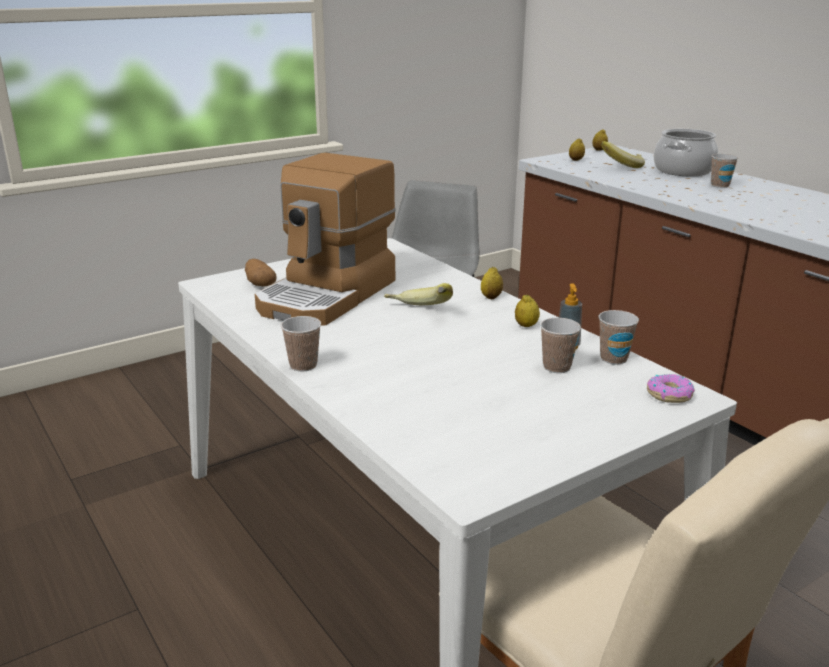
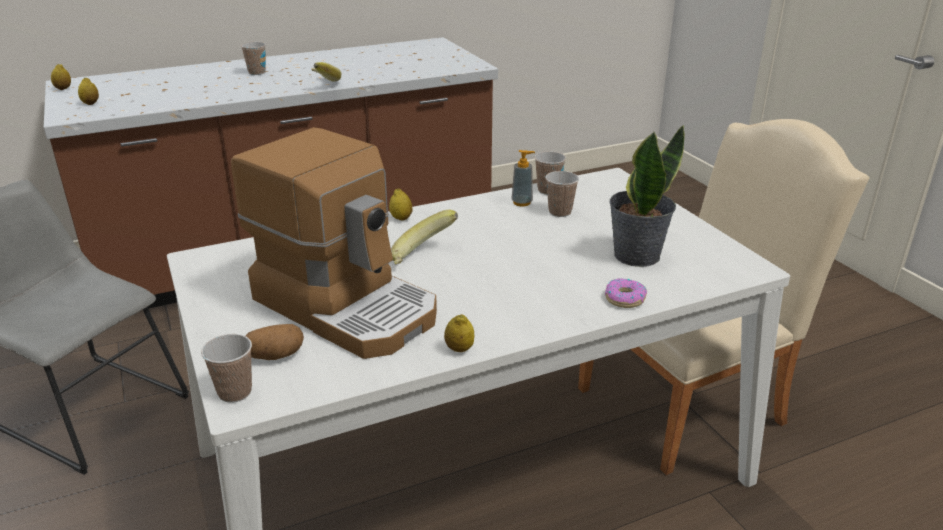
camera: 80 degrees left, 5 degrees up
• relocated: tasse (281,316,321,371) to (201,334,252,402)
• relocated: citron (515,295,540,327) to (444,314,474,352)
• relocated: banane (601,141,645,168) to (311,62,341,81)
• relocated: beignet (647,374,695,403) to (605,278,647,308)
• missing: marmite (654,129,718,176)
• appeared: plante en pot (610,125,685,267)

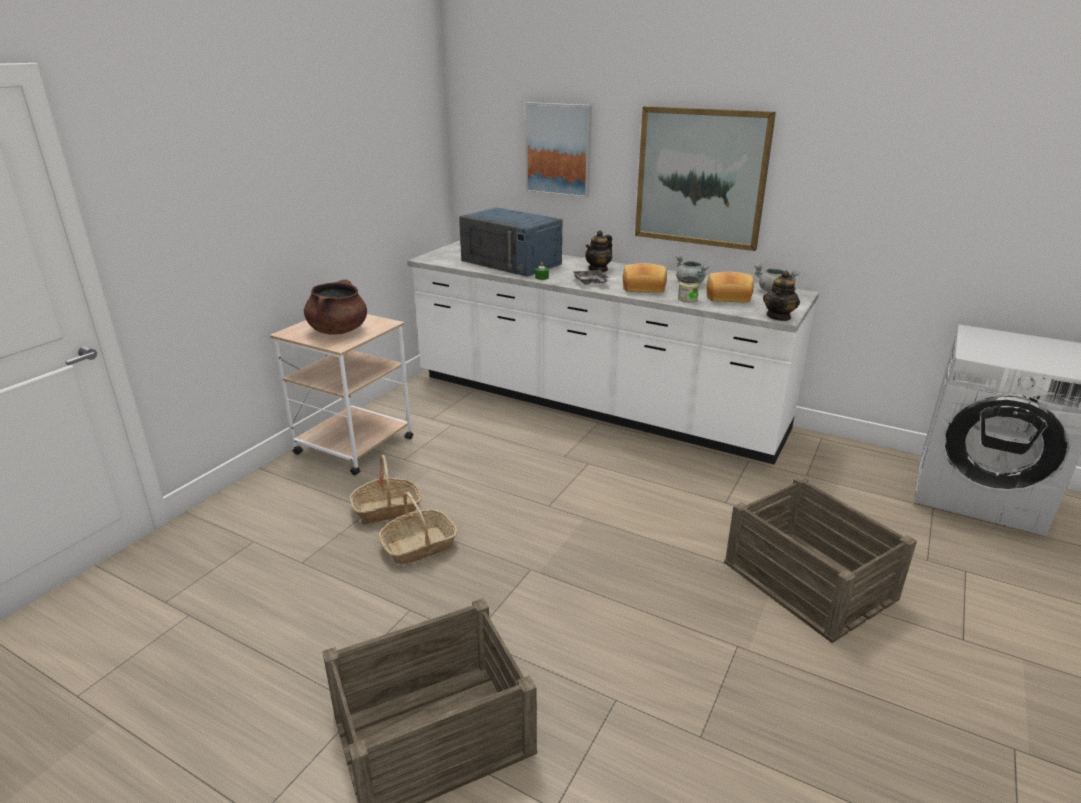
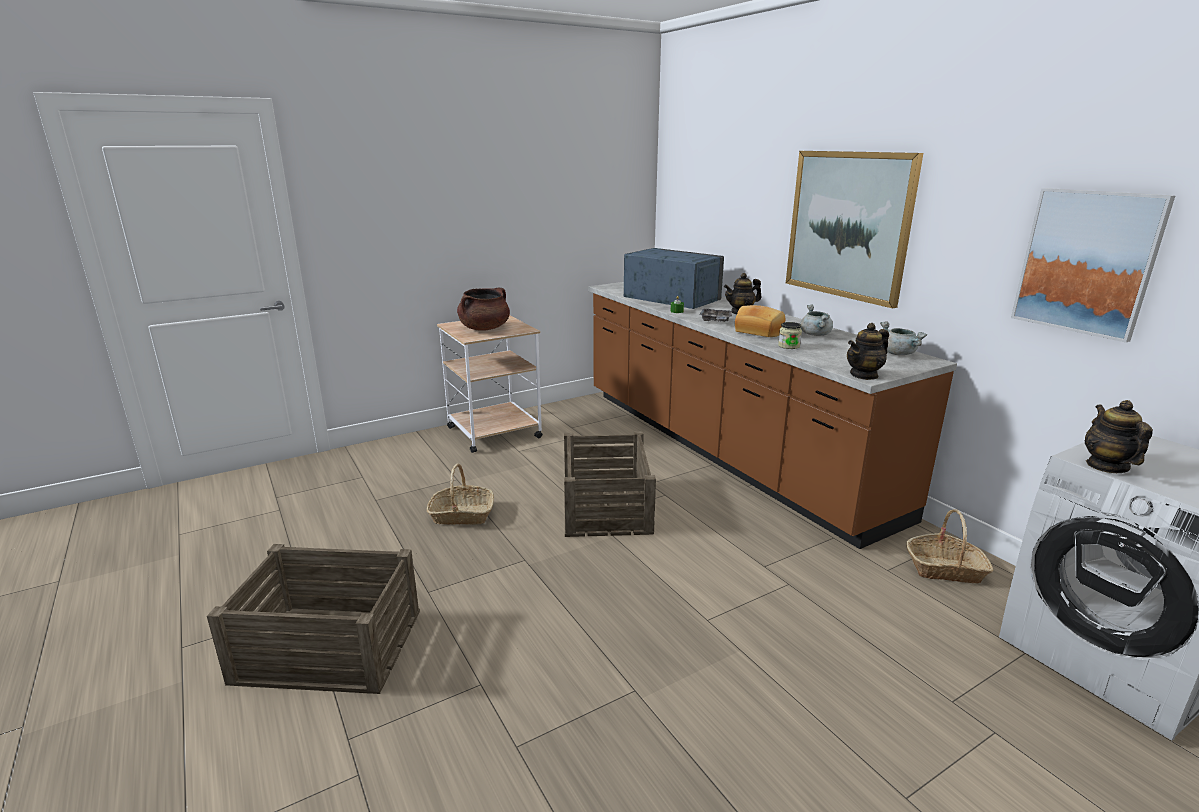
camera: 30 degrees right, 5 degrees down
• relocated: panier (350,455,422,524) to (906,509,993,584)
• colour: comptoir de cuisine (blanc) (407,241,819,465) to comptoir de cuisine (marron) (588,282,957,549)
• spun: micro-ondes (bleu) (459,207,562,277) = (624,248,724,309) 150 degrees clockwise
• relocated: tableau (525,102,592,198) to (1011,188,1175,343)
• missing: pain (706,271,754,303)
• relocated: caisse (724,476,917,643) to (564,431,656,537)
• appeared: théière (1085,400,1153,473)

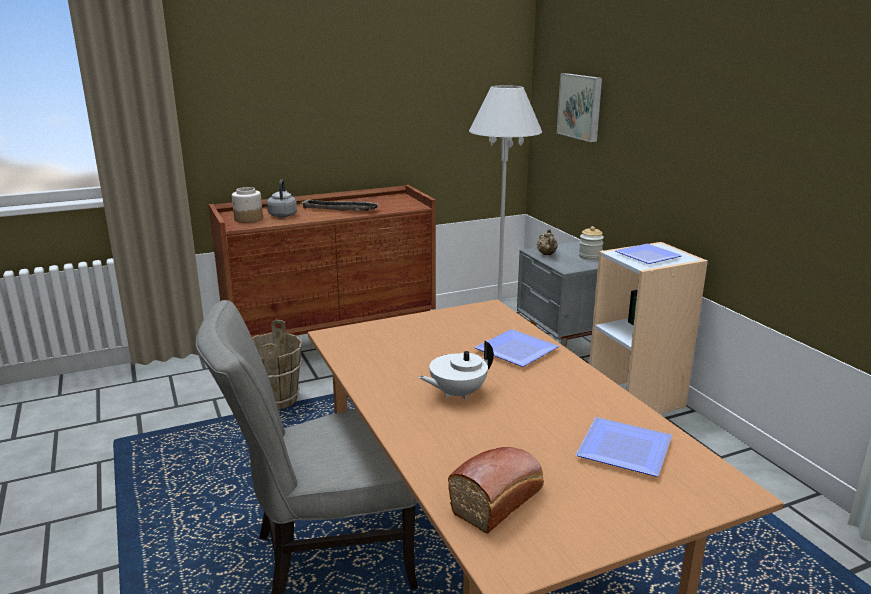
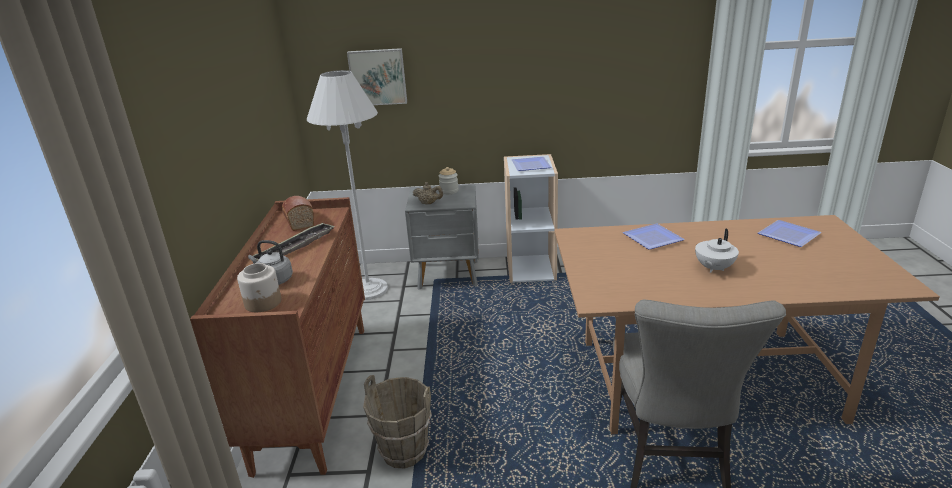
camera: 65 degrees left, 5 degrees up
• spun: théière (blanc) (418,340,494,400) = (695,228,739,273) 45 degrees clockwise
• relocated: pain (448,447,544,534) to (282,196,314,231)

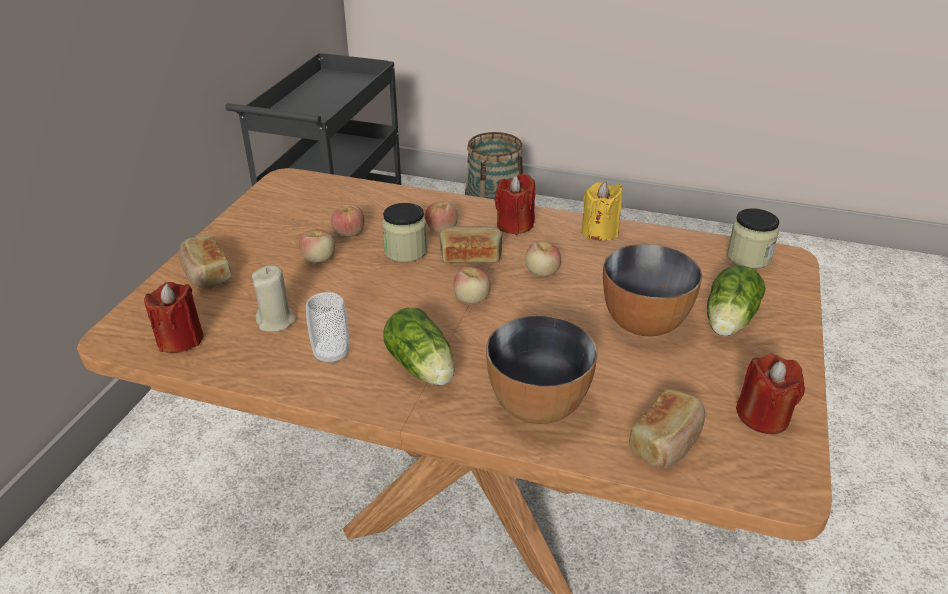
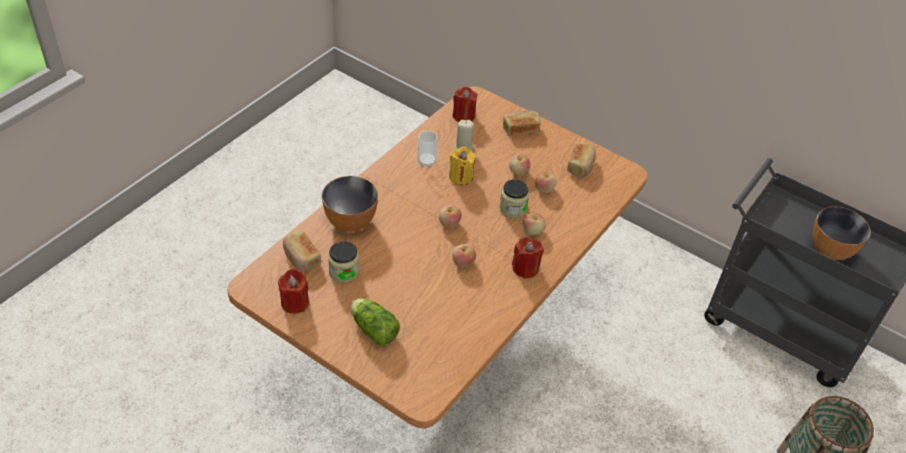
camera: 105 degrees right, 10 degrees up
• missing: laitue (383,308,455,385)
• relocated: pain (440,226,502,263) to (567,142,596,177)
• relocated: bougie (jaune) (581,182,622,241) to (449,147,476,185)
• relocated: bol (603,244,703,337) to (812,207,871,260)
• relocated: bocal (727,208,779,269) to (328,241,359,283)

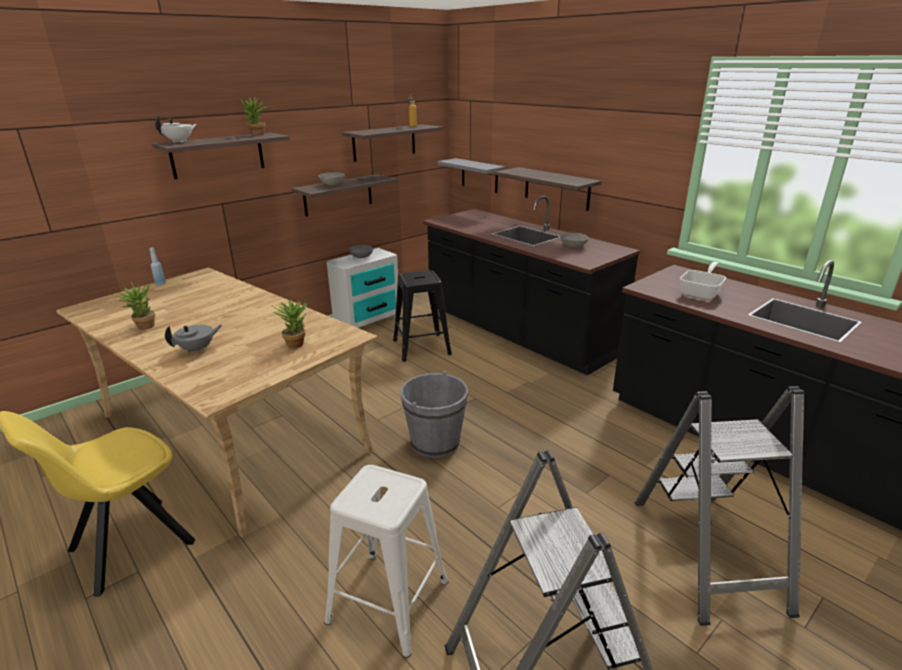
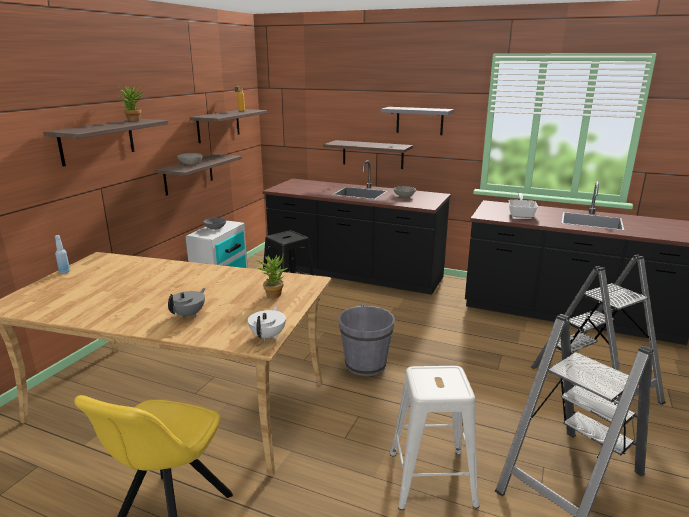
camera: 25 degrees left, 5 degrees down
• missing: plante en pot (113,282,155,330)
• relocated: théière (blanc) (155,116,197,143) to (248,306,286,341)
• relocated: étagère (gris) (437,158,505,193) to (380,107,454,135)

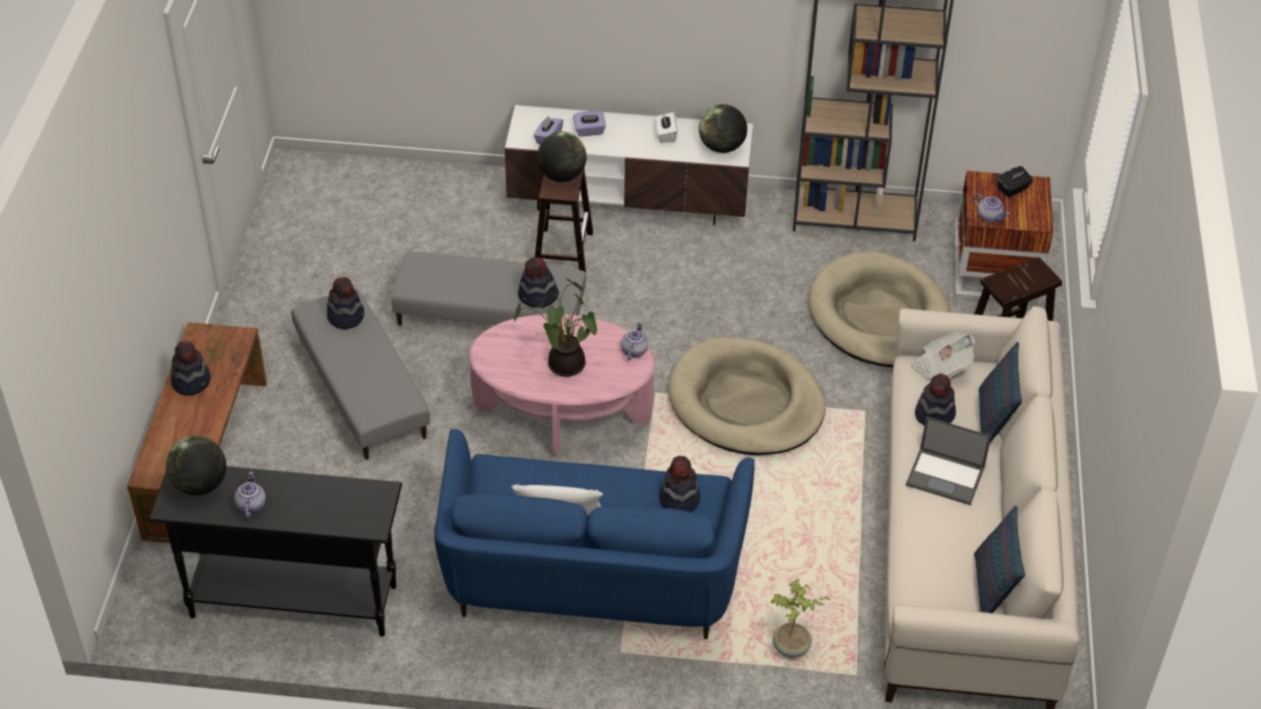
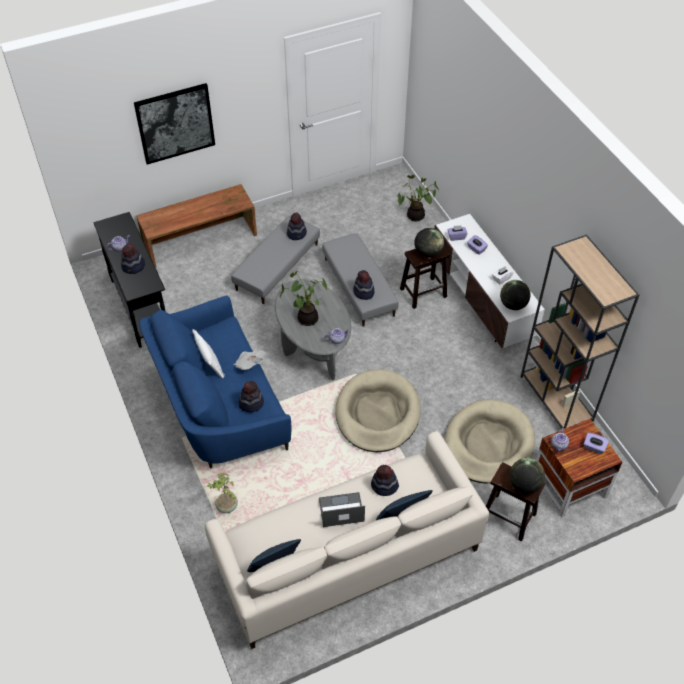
camera: 60 degrees right, 5 degrees up
• relocated: globe (166,435,226,495) to (510,457,545,494)
• relocated: chapeau (171,341,211,395) to (121,244,145,274)
• colour: table basse (rose) (469,314,655,456) to table basse (gris) (275,279,351,380)
• spun: ordinateur portable (906,416,991,505) = (319,492,365,527) 90 degrees clockwise
• relocated: journal (912,330,975,379) to (234,350,266,370)
• colour: boîte à mouchoirs (noir) (997,166,1033,197) to boîte à mouchoirs (violet) (584,433,609,454)
• appeared: tableau (134,83,215,165)
• appeared: plante en pot (397,175,439,221)

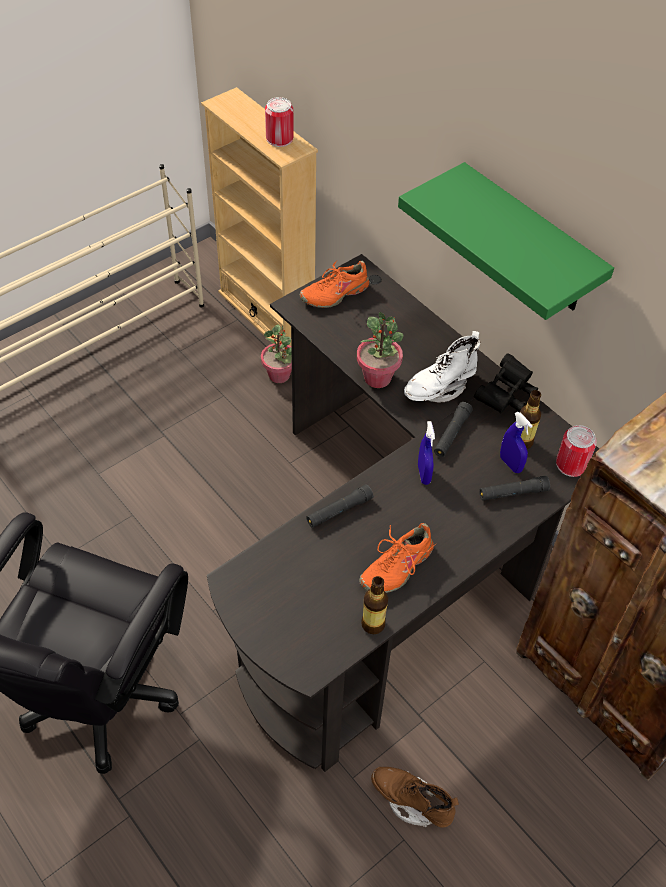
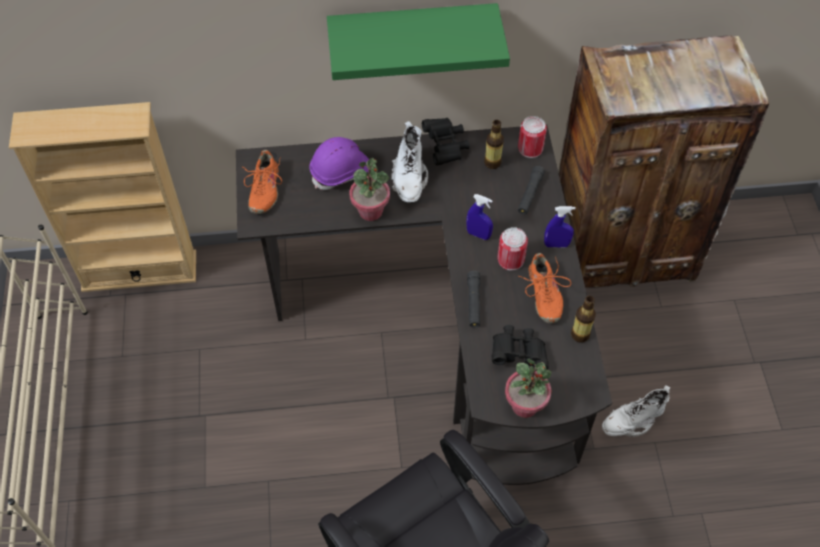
camera: 55 degrees left, 5 degrees up
• relocated: plante en pot (261,324,292,383) to (505,358,551,418)
• relocated: boîte métallique (265,97,294,147) to (497,227,528,271)
• colour: botte (marron) (371,767,459,828) to botte (blanc) (602,385,670,437)
• missing: lampe de poche (noir) (434,402,473,457)
• relocated: vaporisateur (bleu) (500,412,533,473) to (544,206,576,247)
• appeared: casque de chantier (violet) (309,137,369,190)
• appeared: jumelles (noir) (492,325,549,370)

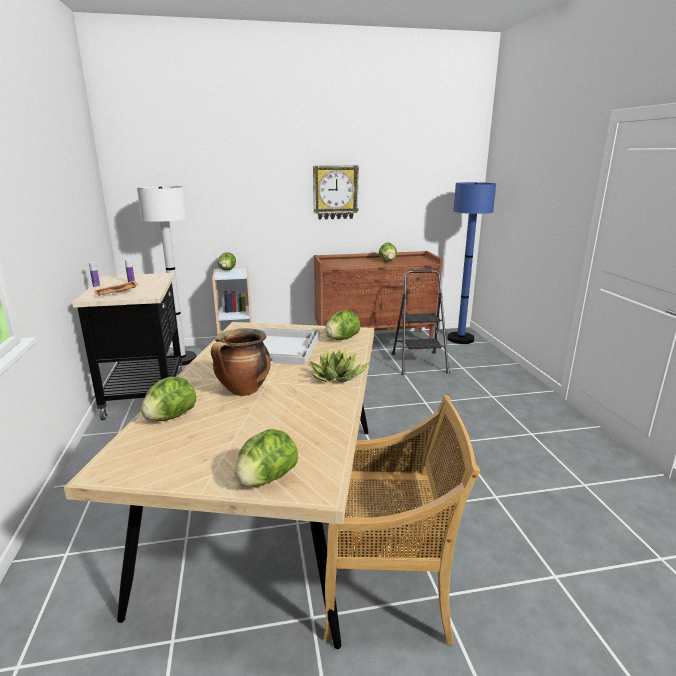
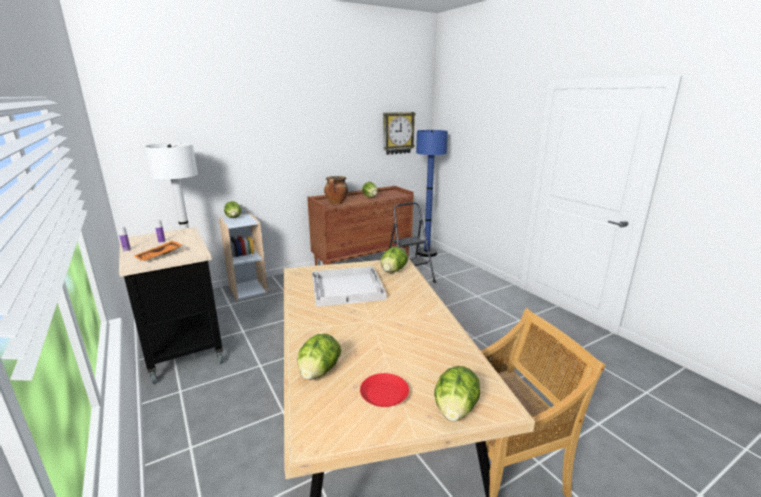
camera: 20 degrees left, 0 degrees up
• relocated: marmite (211,328,271,396) to (324,176,348,204)
• missing: plante en pot (310,349,370,383)
• relocated: horloge murale (313,165,359,220) to (383,112,416,155)
• appeared: assiette (rouge) (360,373,409,407)

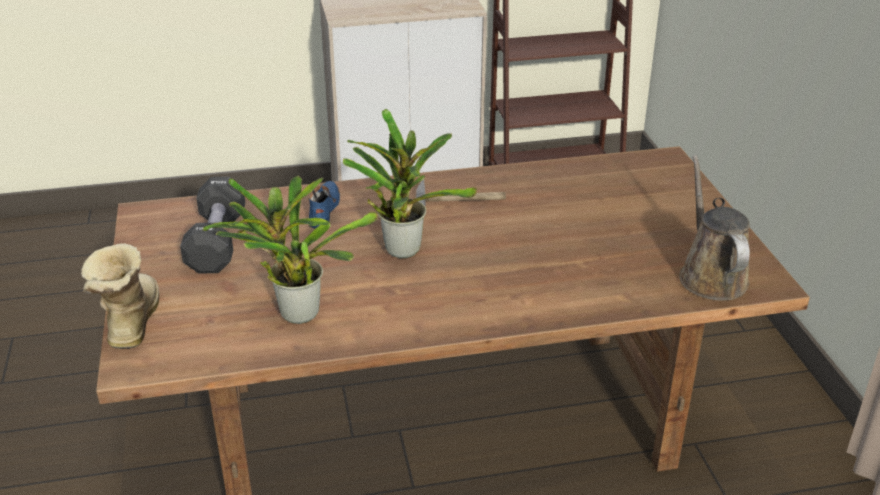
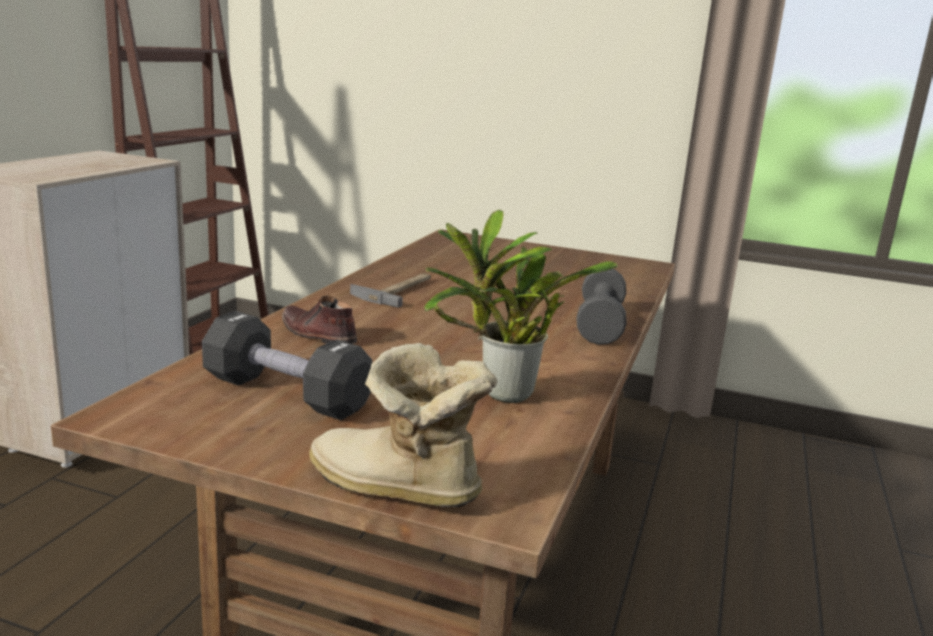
camera: 60 degrees left, 15 degrees down
• colour: chaussure (bleu) (309,181,340,228) to chaussure (marron) (282,296,357,344)
• missing: plante en pot (343,109,477,258)
• missing: arrosoir (marron) (679,155,750,301)
• appeared: haltère (gris) (576,269,626,345)

